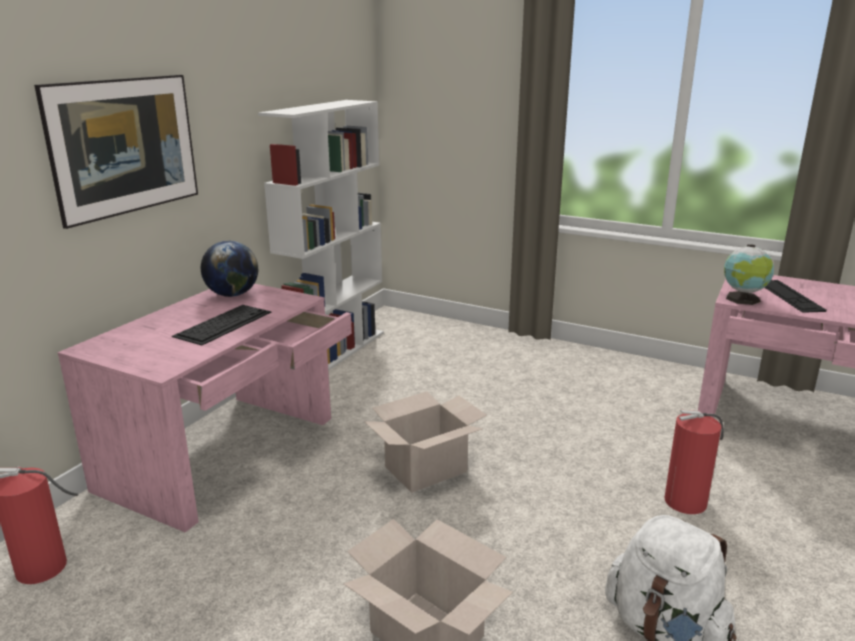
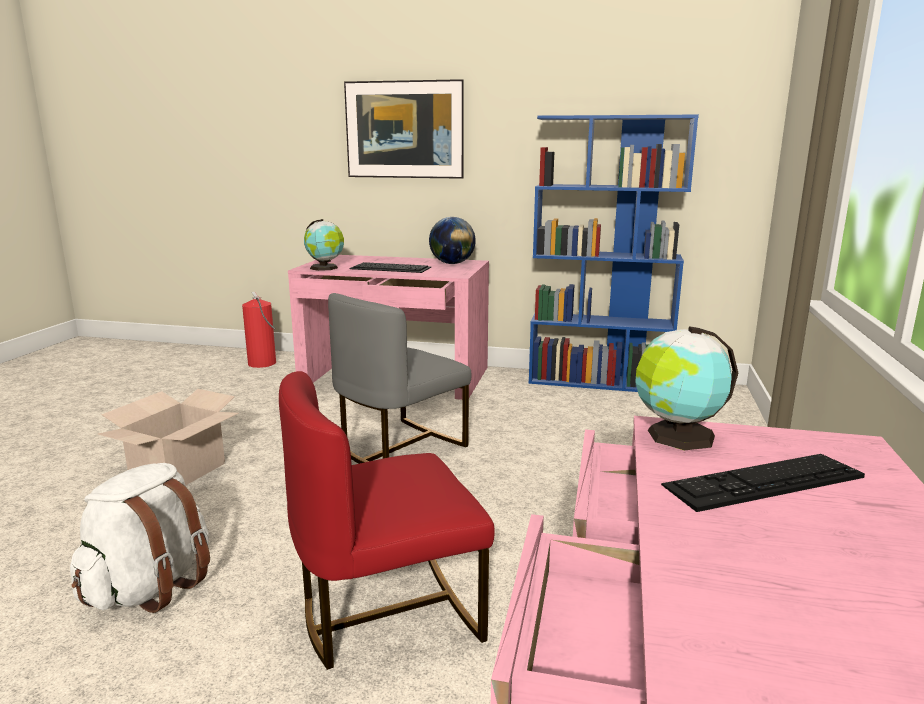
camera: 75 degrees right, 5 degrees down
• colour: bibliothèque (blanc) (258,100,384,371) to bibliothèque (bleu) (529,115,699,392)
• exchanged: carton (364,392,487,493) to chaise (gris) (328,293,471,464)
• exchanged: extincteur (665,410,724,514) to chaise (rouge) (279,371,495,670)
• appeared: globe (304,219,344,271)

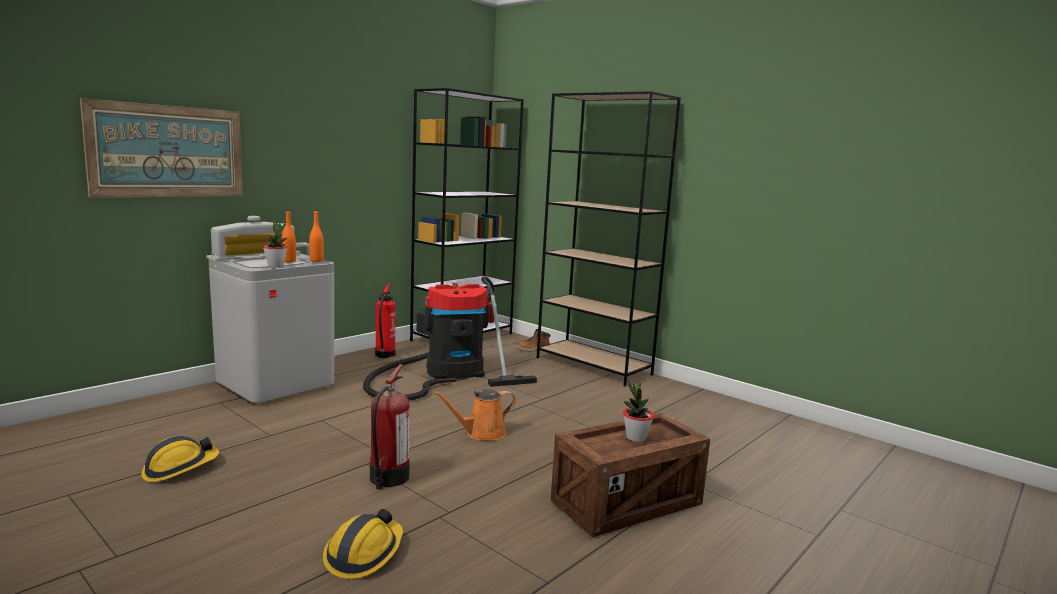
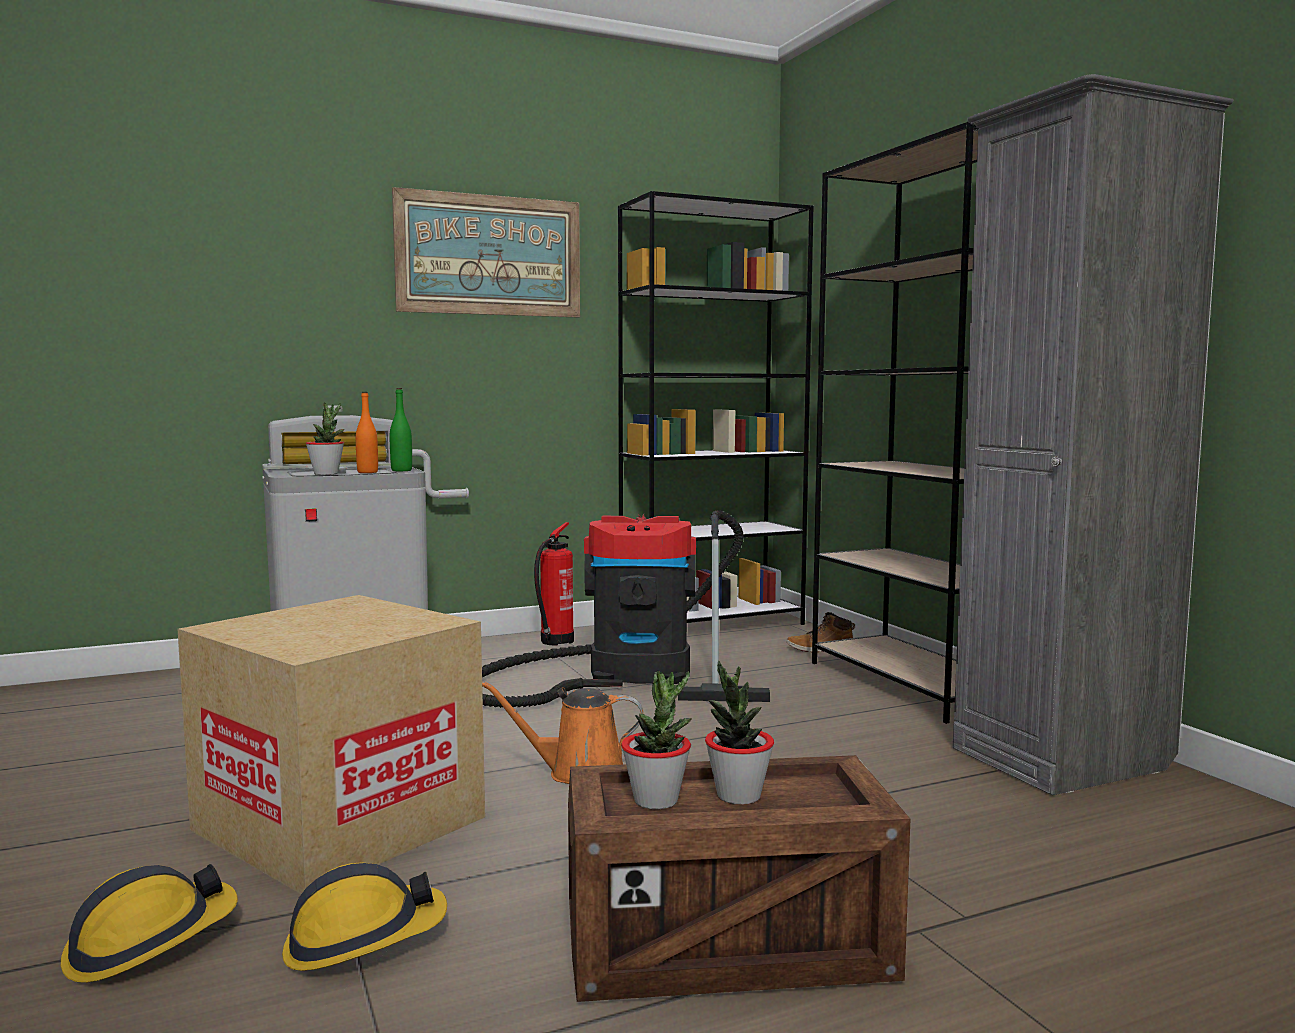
camera: 25 degrees right, 5 degrees down
• relocated: tableau (80,98,243,198) to (392,187,580,317)
• relocated: casque de chantier (141,436,219,482) to (282,863,447,971)
• colour: bouteille (orange) (309,210,324,262) to bouteille (vert) (390,388,412,471)
• exchanged: extincteur (370,364,410,490) to carton (178,595,485,894)
• appeared: plante en pot (621,671,692,809)
• appeared: meuble de rangement (gris) (953,74,1233,795)

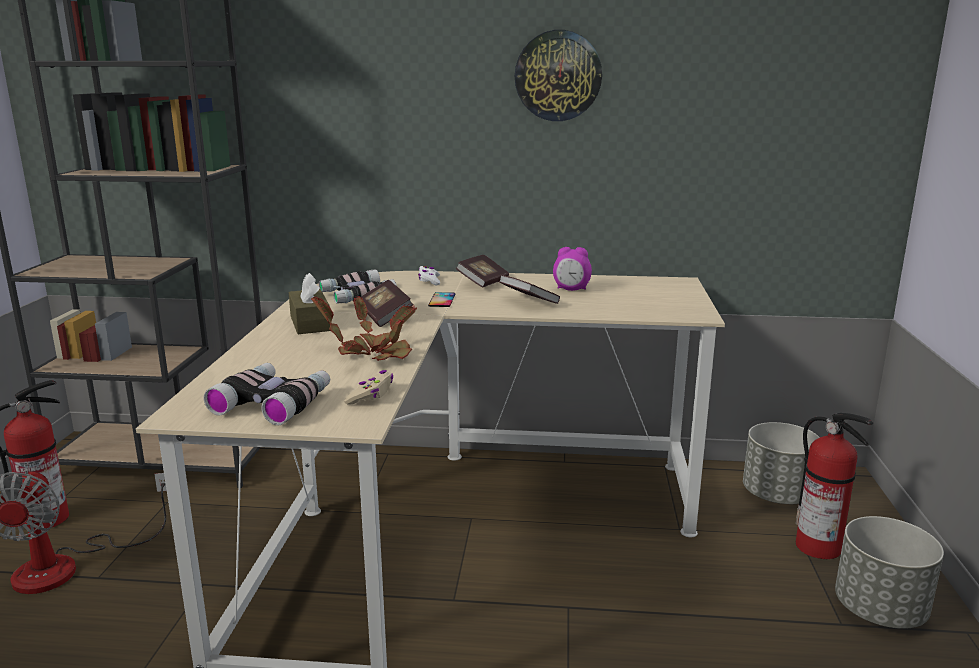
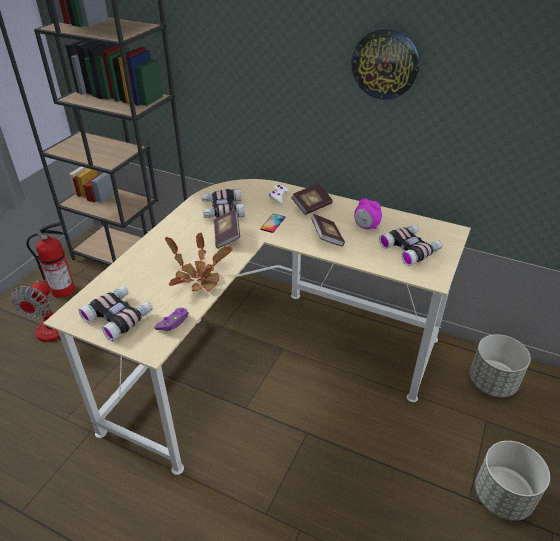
camera: 20 degrees right, 20 degrees up
• missing: boîte à mouchoirs (marron) (289,273,331,334)
• colour: manette (beige) (344,370,393,405) to manette (violet) (154,308,188,331)
• missing: extincteur (796,413,873,559)
• appeared: jumelles (379,225,442,266)

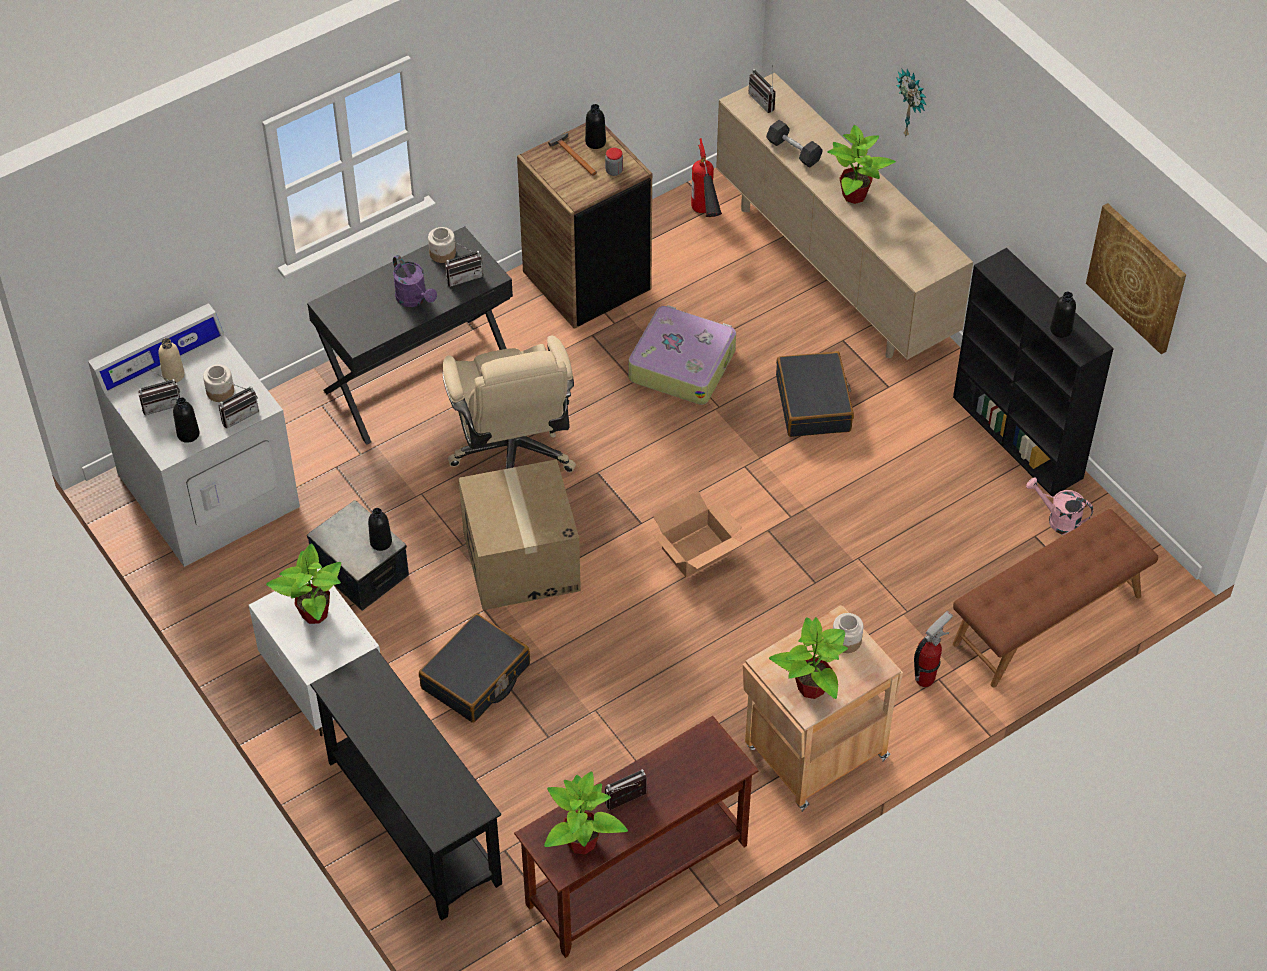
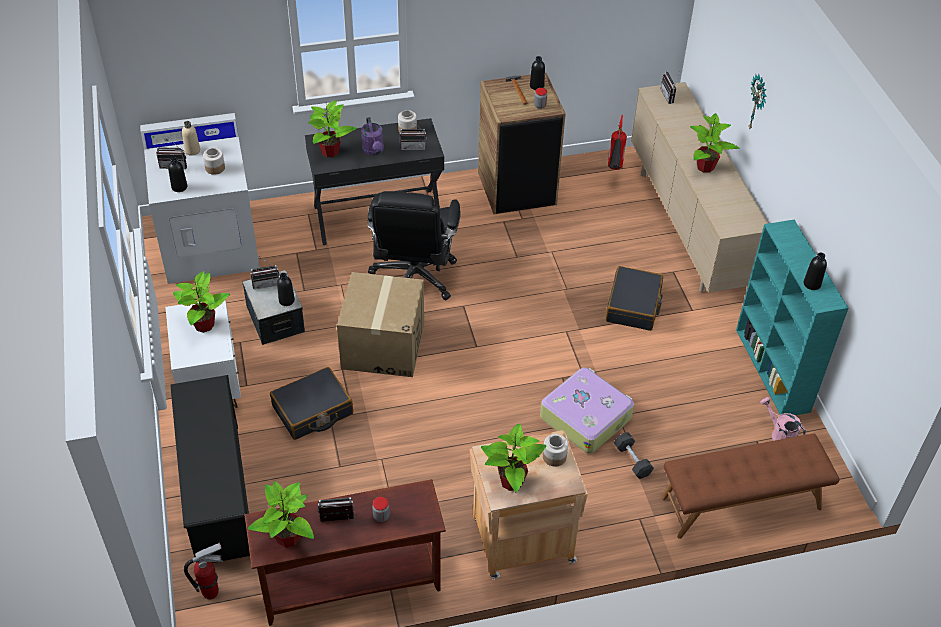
camera: 20 degrees right, 5 degrees down
• relocated: radio (218,381,259,428) to (250,257,280,289)
• exchanged: table console (noir) (310,648,502,920) to étagère à chaussures (noir) (170,375,250,563)
• colour: chaise de bureau (beige) (443,335,576,472) to chaise de bureau (noir) (367,191,461,300)
• relocated: valise (629,305,736,405) to (540,367,634,454)
• missing: carton (653,491,743,578)
• relocated: haltère (noir) (766,120,823,168) to (614,432,654,479)
• relocated: extincteur (914,611,953,687) to (184,543,223,600)
• colour: bibliothèque (noir) (953,248,1114,496) to bibliothèque (turquoise) (736,220,848,415)
• missing: tableau (1086,203,1186,354)
• appeared: plante en pot (308,100,357,157)
• appeared: bocal (372,497,390,522)

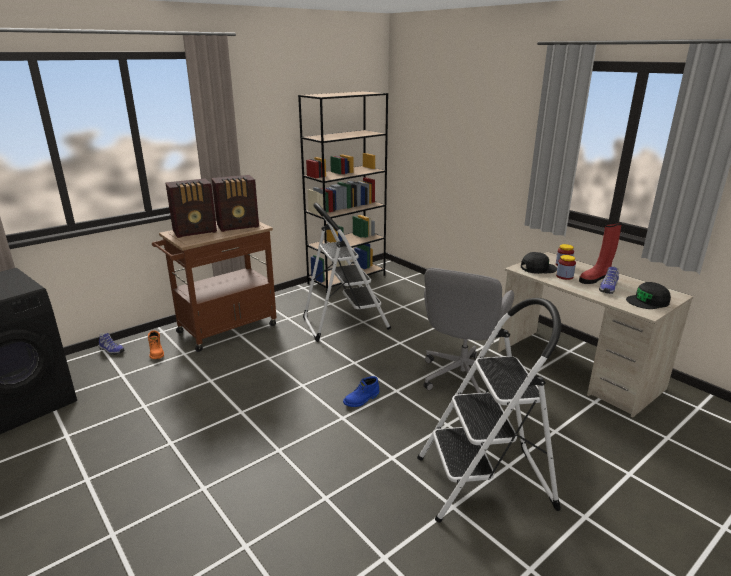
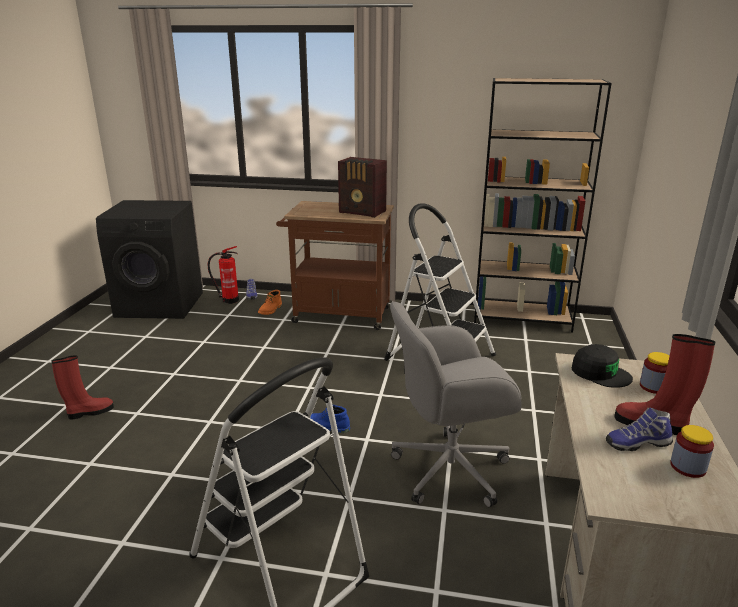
camera: 50 degrees right, 0 degrees up
• missing: radio (165,178,217,238)
• relocated: bocal (556,255,576,280) to (670,425,714,478)
• missing: casquette (noir) (626,282,671,309)
• appeared: botte (rouge) (51,355,114,419)
• appeared: extincteur (207,246,239,304)

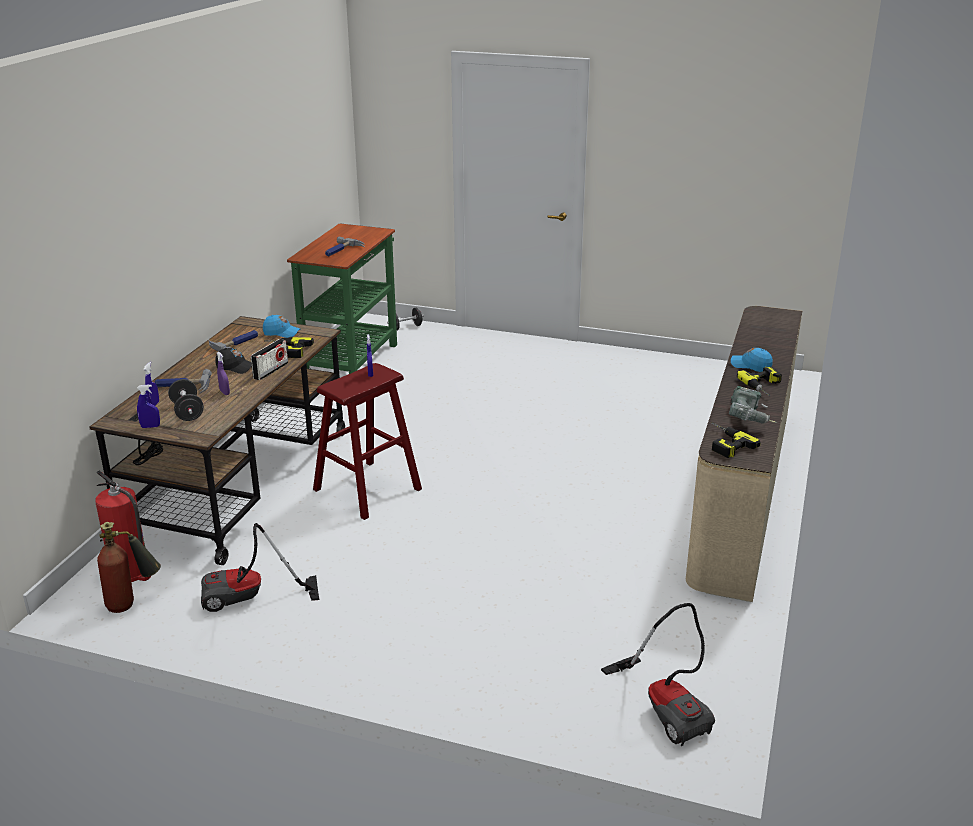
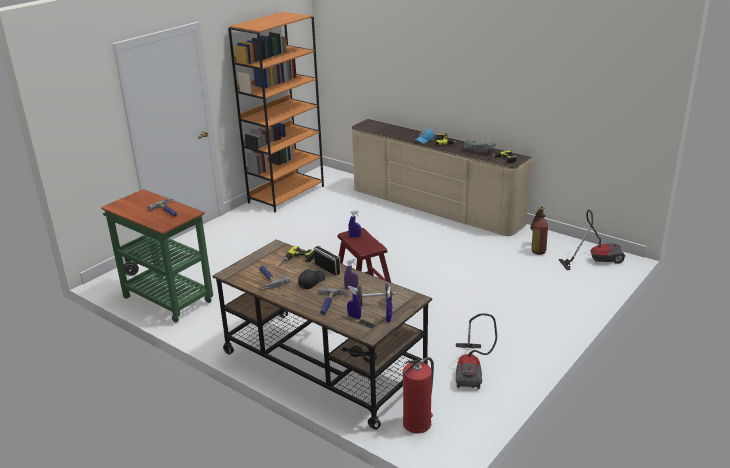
camera: 70 degrees left, 0 degrees up
• relocated: extincteur (97,522,161,613) to (530,206,548,255)
• missing: casquette (bleu) (263,315,301,338)
• appeared: bibliothèque (orange) (228,12,324,213)

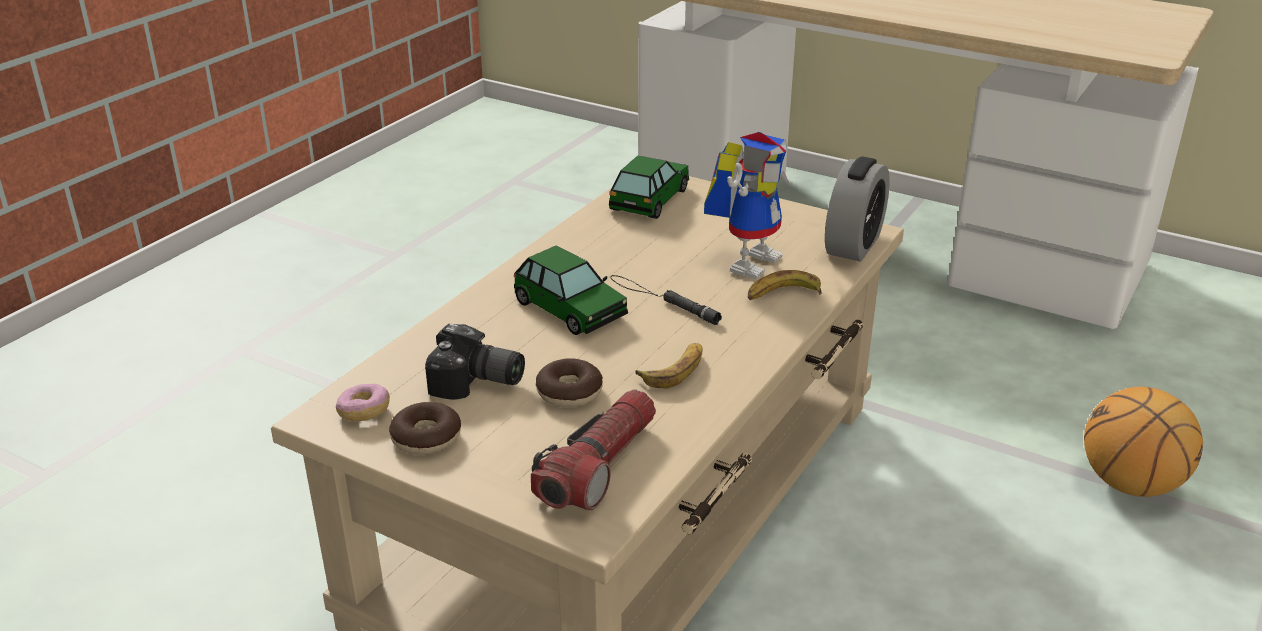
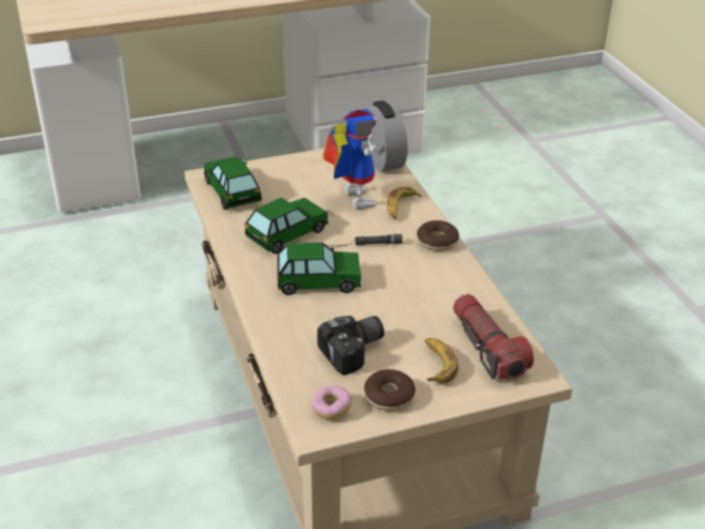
camera: 50 degrees left, 5 degrees up
• relocated: beignet (536,358,603,407) to (417,220,459,251)
• relocated: banane (635,343,703,388) to (424,338,458,384)
• missing: ballon de basket (1084,387,1203,497)
• appeared: petite voiture (245,197,328,254)

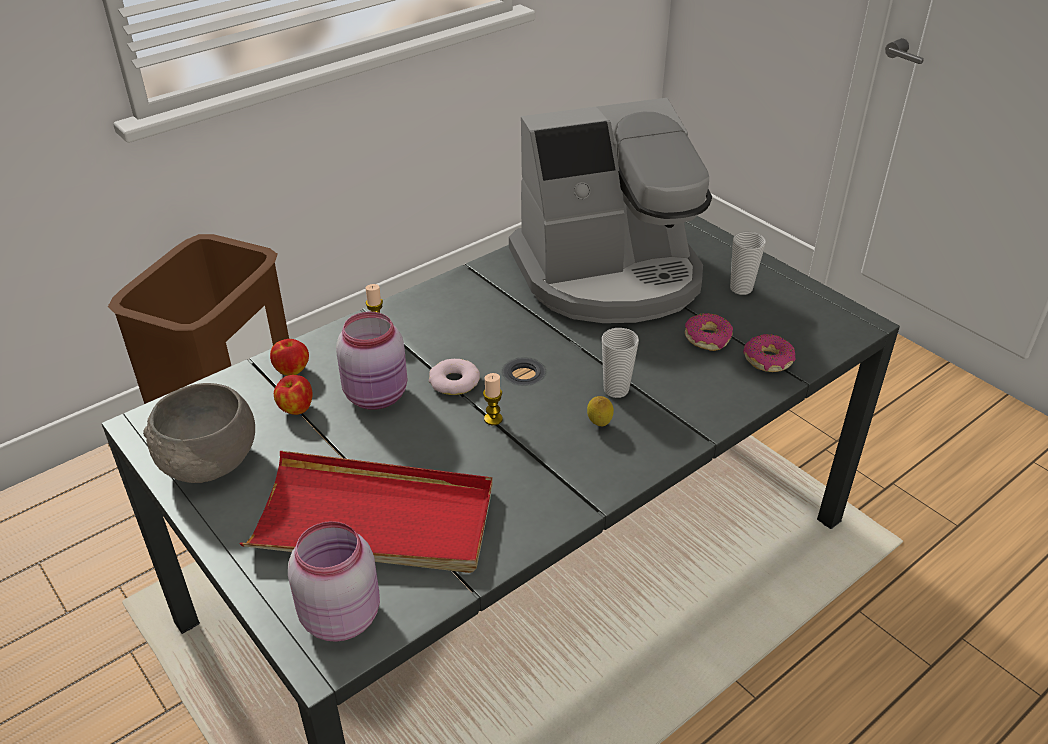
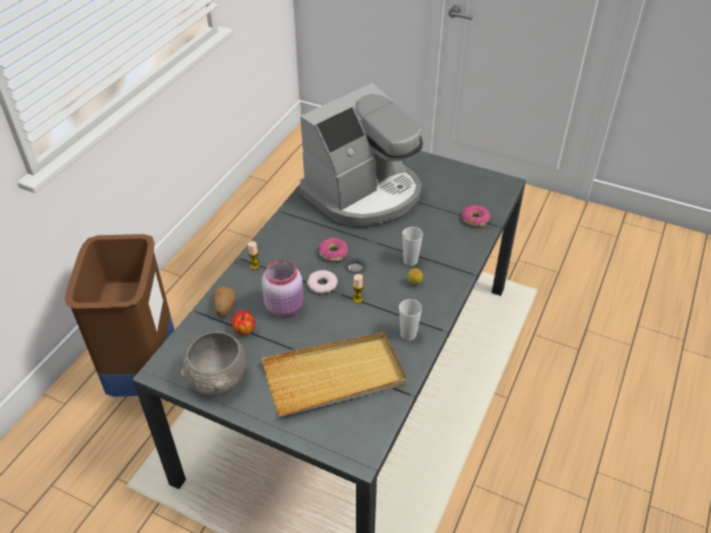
camera: 25 degrees left, 5 degrees up
• colour: plateau (rouge) (240,451,493,573) to plateau (beige) (262,332,406,417)
• exchanged: pomme (270,339,309,376) to pomme de terre (213,286,235,317)
• missing: bocal (rose) (288,521,380,642)
• relocated: beignet (685,313,733,351) to (319,238,348,261)
• relocated: tasse (730,231,766,295) to (399,299,422,341)

